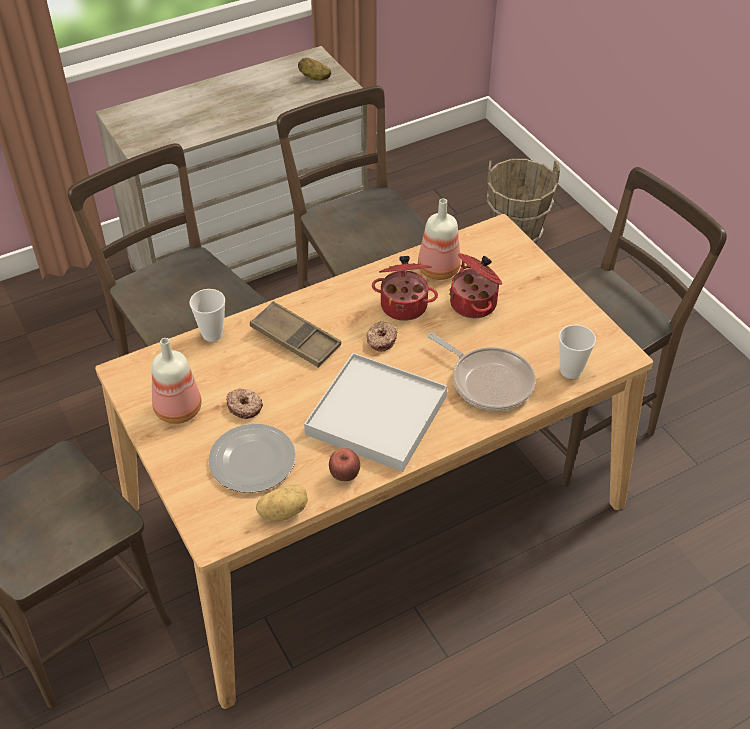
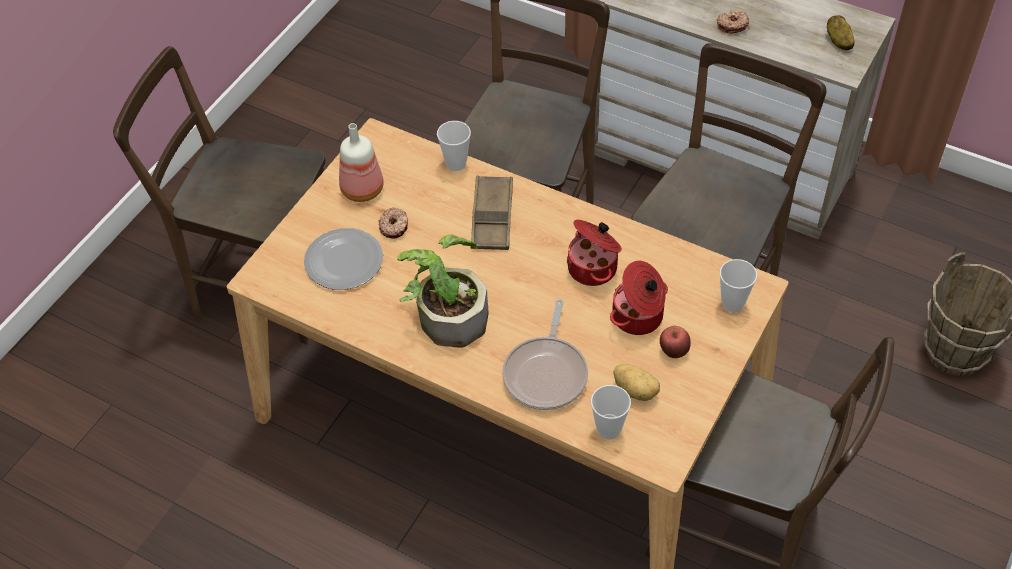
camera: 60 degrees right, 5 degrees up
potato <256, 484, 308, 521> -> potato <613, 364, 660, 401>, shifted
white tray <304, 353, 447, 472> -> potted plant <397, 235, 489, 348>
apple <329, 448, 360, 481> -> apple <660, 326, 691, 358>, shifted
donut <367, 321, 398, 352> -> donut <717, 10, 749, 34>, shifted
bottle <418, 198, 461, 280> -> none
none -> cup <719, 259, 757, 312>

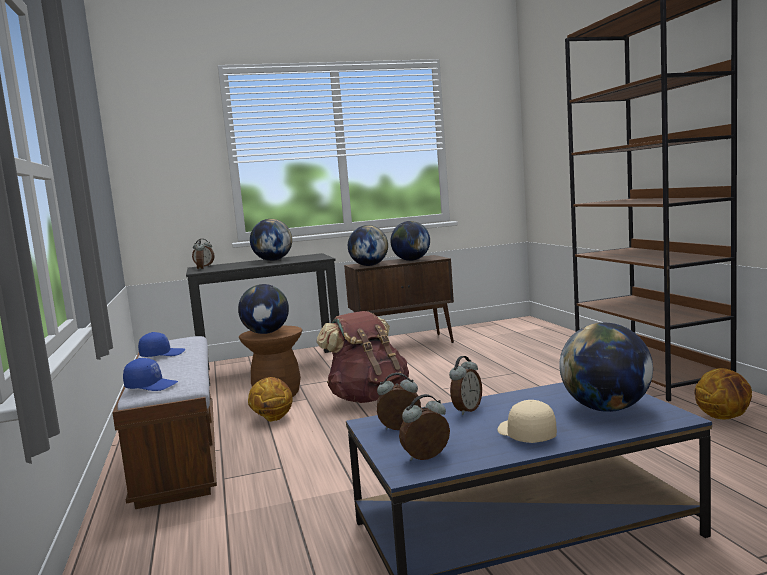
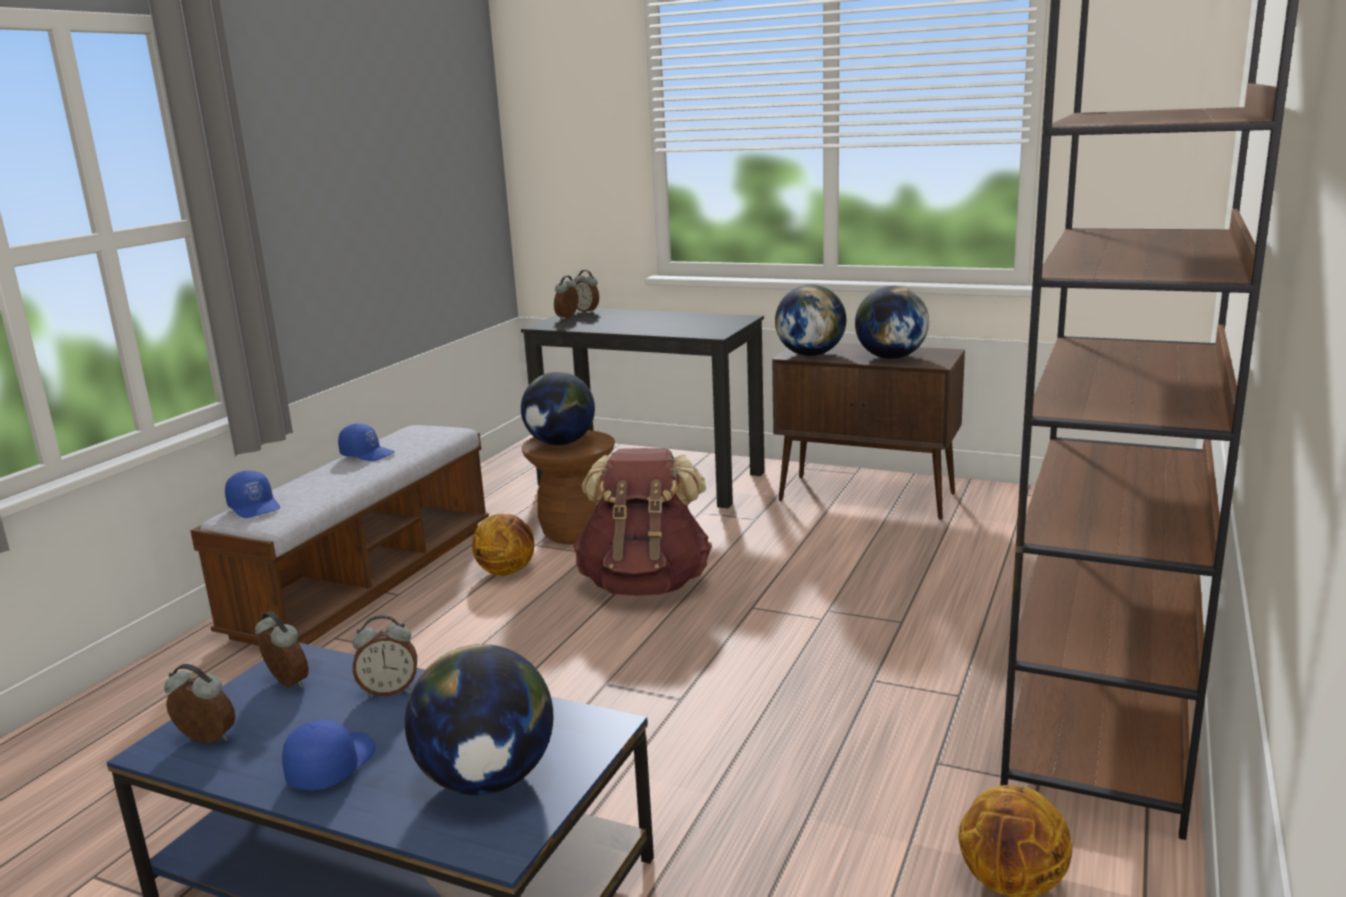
camera: 40 degrees right, 10 degrees up
globe <250, 219, 292, 261> -> none
beige cap <497, 400, 557, 443> -> blue cap <282, 720, 375, 790>

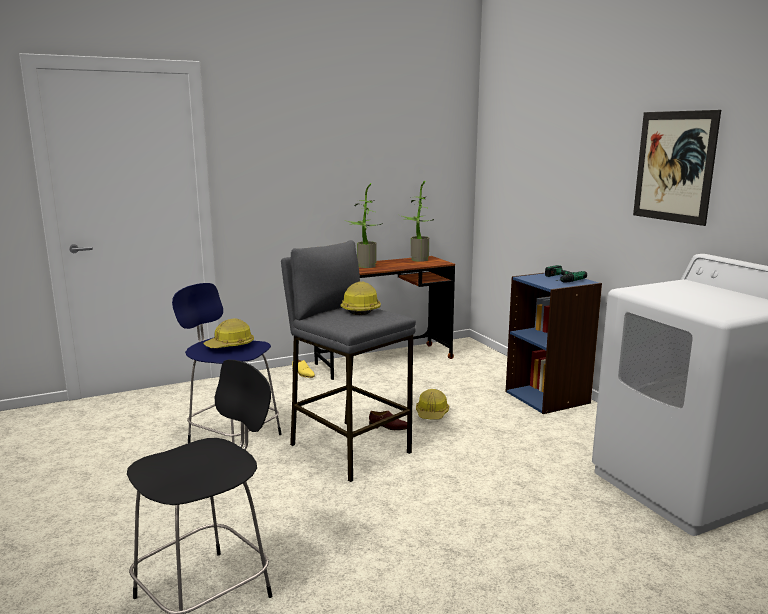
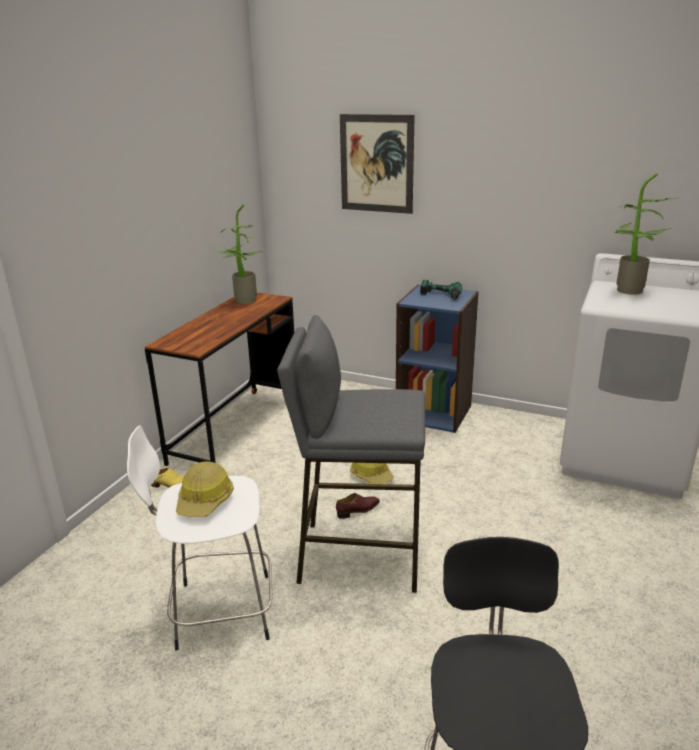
camera: 40 degrees left, 10 degrees up
blue stool <172, 283, 282, 444> -> white stool <127, 426, 272, 650>
hard hat <341, 281, 381, 315> -> none
potted plant <347, 183, 383, 268> -> potted plant <614, 173, 680, 295>, shifted
picture <633, 110, 721, 226> -> picture <340, 114, 415, 214>, shifted

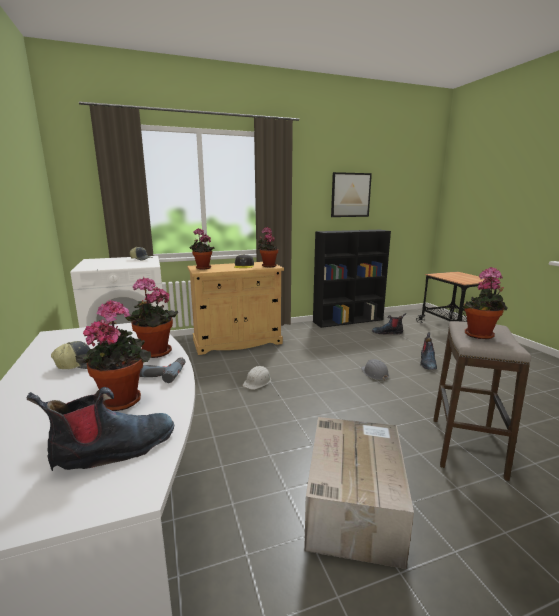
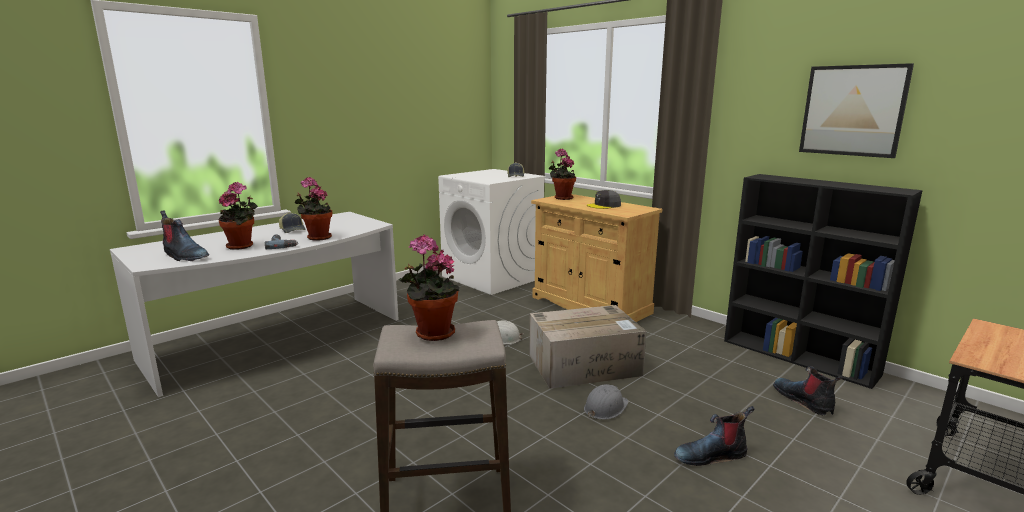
camera: 65 degrees right, 0 degrees up
potted plant <258, 227, 278, 267> -> none
cardboard box <304, 417, 414, 569> -> cardboard box <529, 305, 646, 389>, shifted

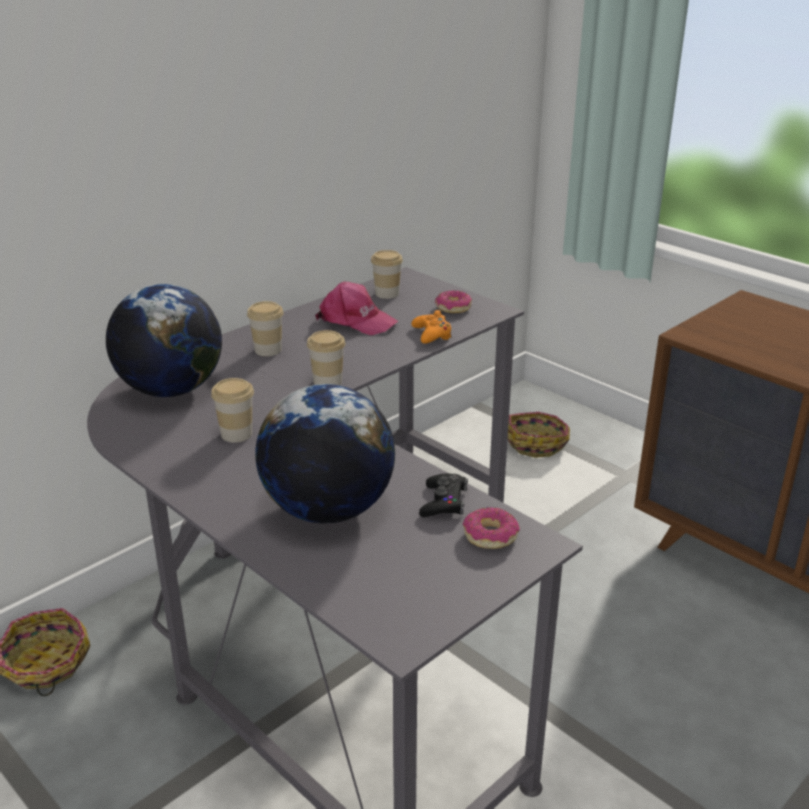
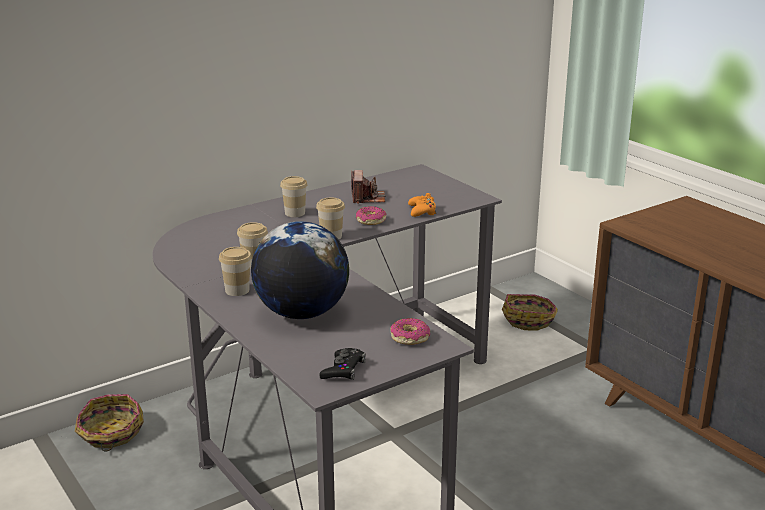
camera: 10 degrees right, 5 degrees down
globe <106, 284, 222, 397> -> none
pink cap <315, 282, 398, 335> -> photo camera <351, 170, 386, 204>
cup <371, 250, 403, 299> -> cup <219, 247, 251, 296>, shifted
black game controller <419, 473, 468, 517> -> black game controller <319, 348, 366, 380>, shifted
donut <435, 290, 472, 313> -> donut <356, 206, 386, 225>, shifted

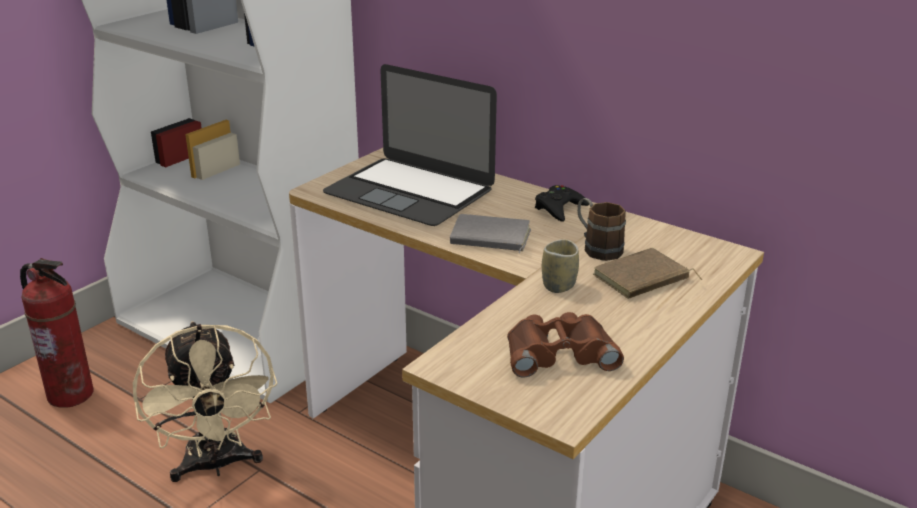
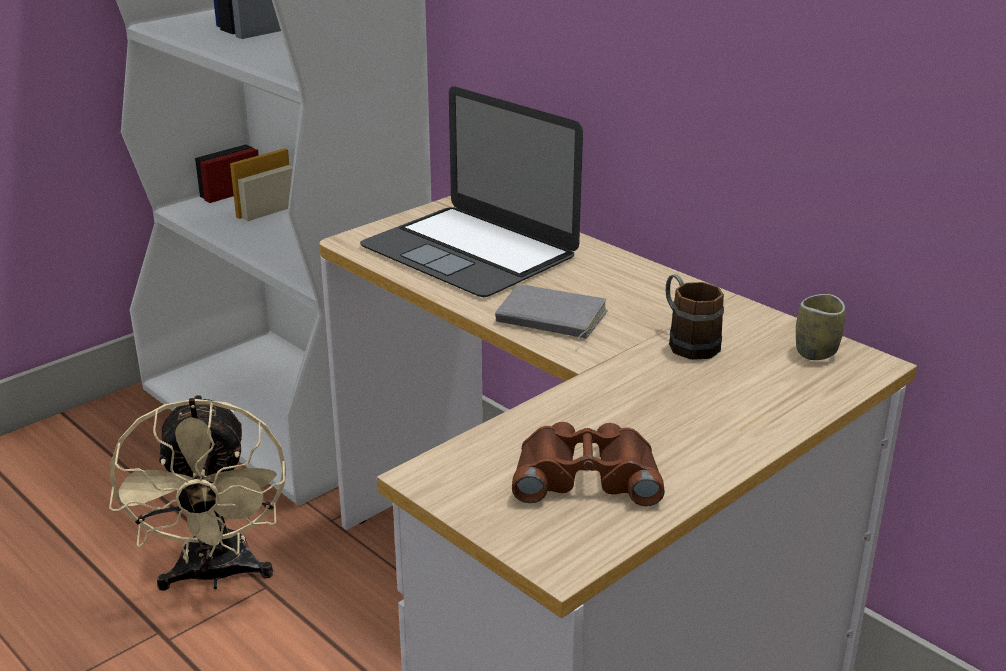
camera: 10 degrees right, 0 degrees up
fire extinguisher <20, 258, 93, 408> -> none
black game controller <535, 185, 589, 222> -> none
cup <542, 239, 579, 293> -> cup <796, 294, 845, 360>, shifted
brown book <593, 248, 702, 299> -> none

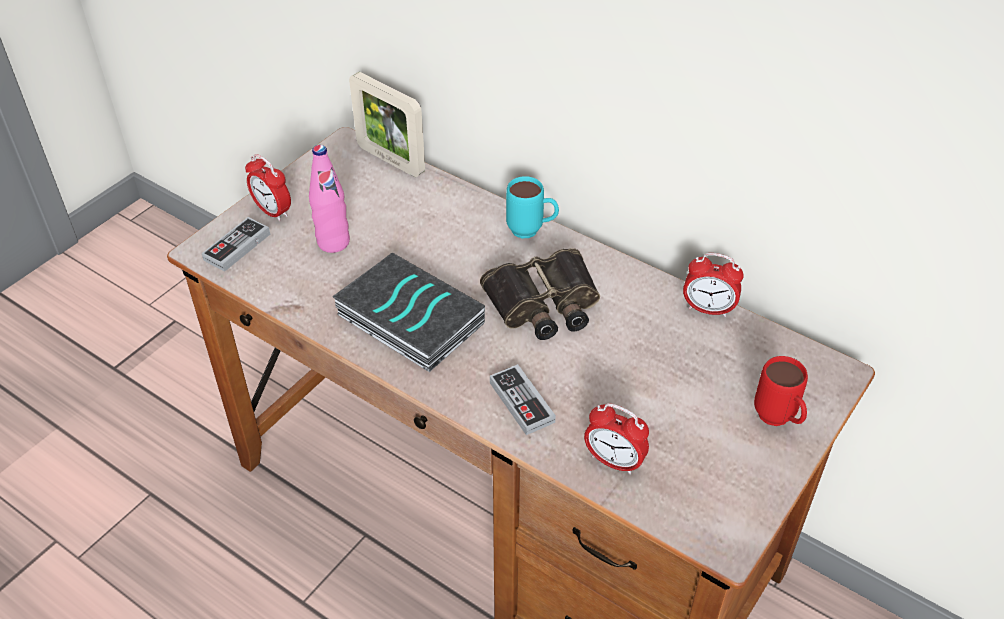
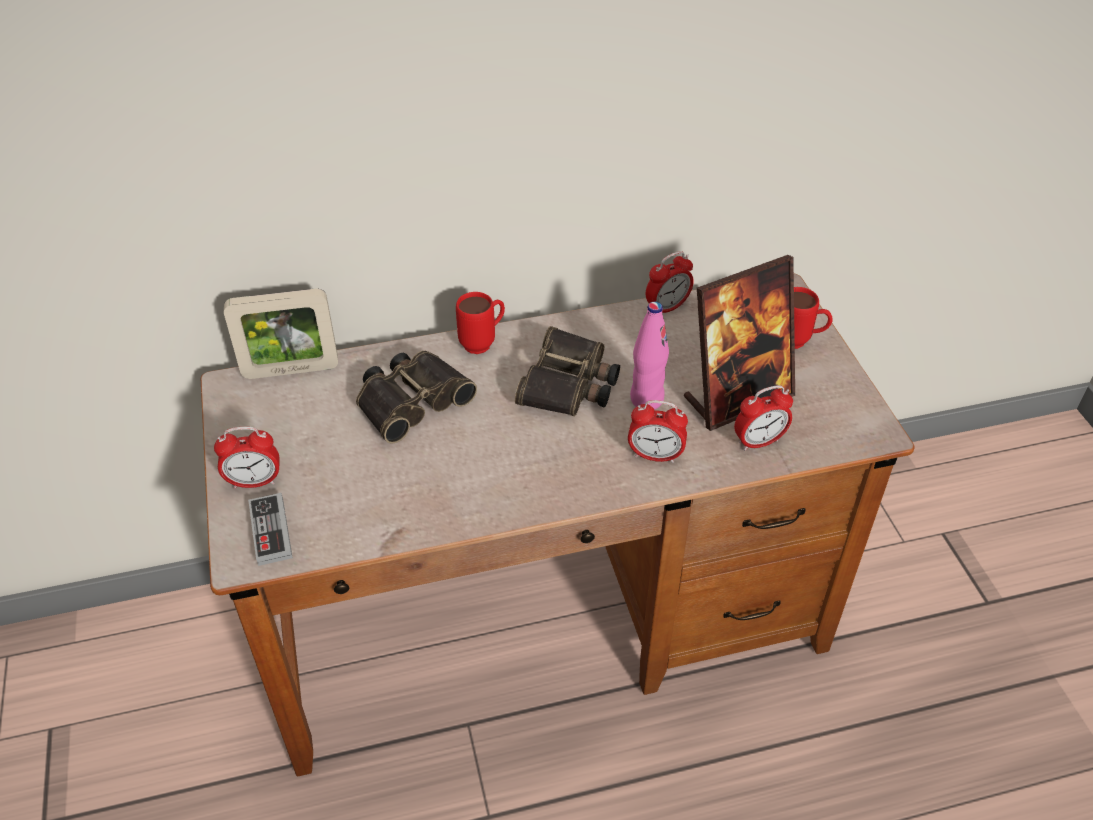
camera: 50 degrees left, 0 degrees up
pink bottle <309, 145, 350, 253> -> pink bottle <630, 302, 669, 410>, shifted
book <332, 253, 485, 372> -> none
game controller <490, 364, 556, 435> -> alarm clock <628, 400, 688, 463>
turquoise mug <506, 176, 559, 238> -> red mug <456, 292, 505, 354>
none -> binoculars <356, 351, 477, 444>
none -> picture frame <684, 255, 795, 431>

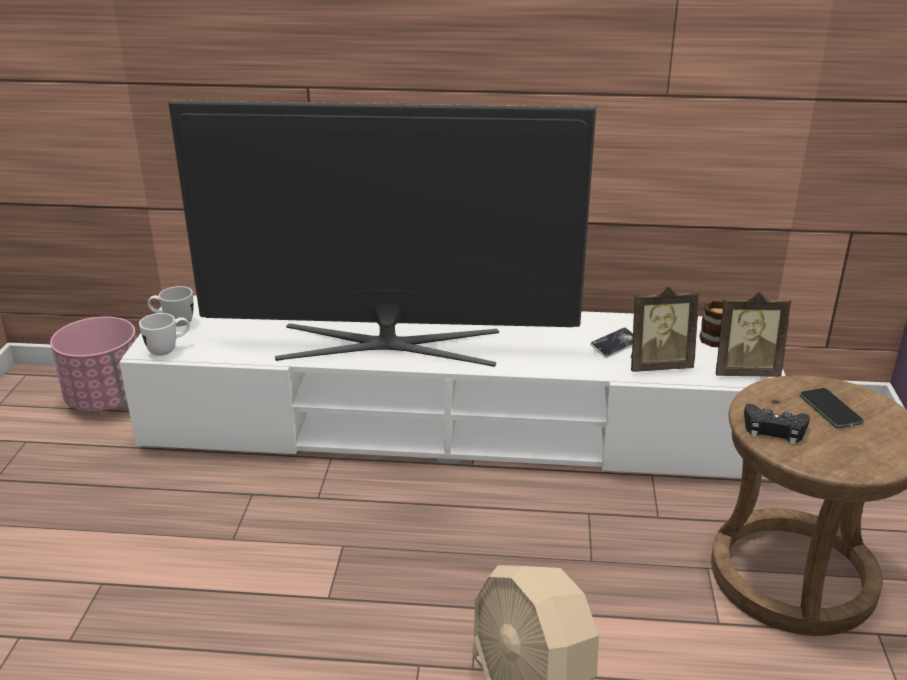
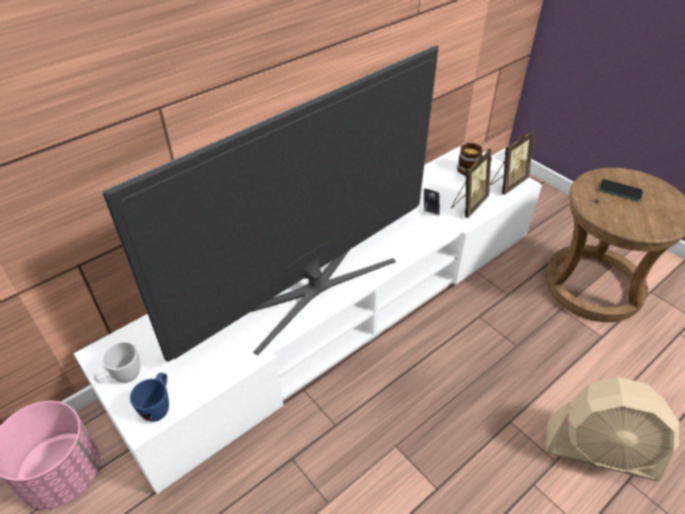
camera: 45 degrees left, 15 degrees up
white mug <139, 313, 190, 356> -> blue mug <130, 373, 169, 422>
black game controller <744, 404, 810, 445> -> none

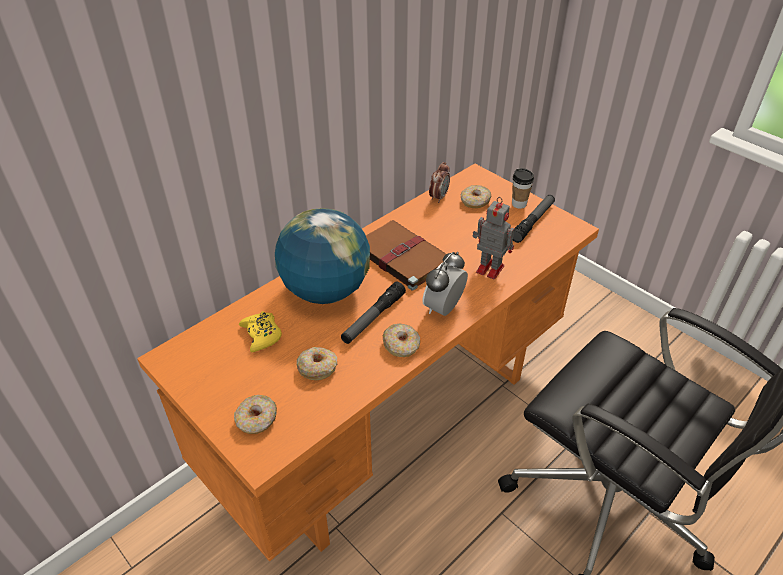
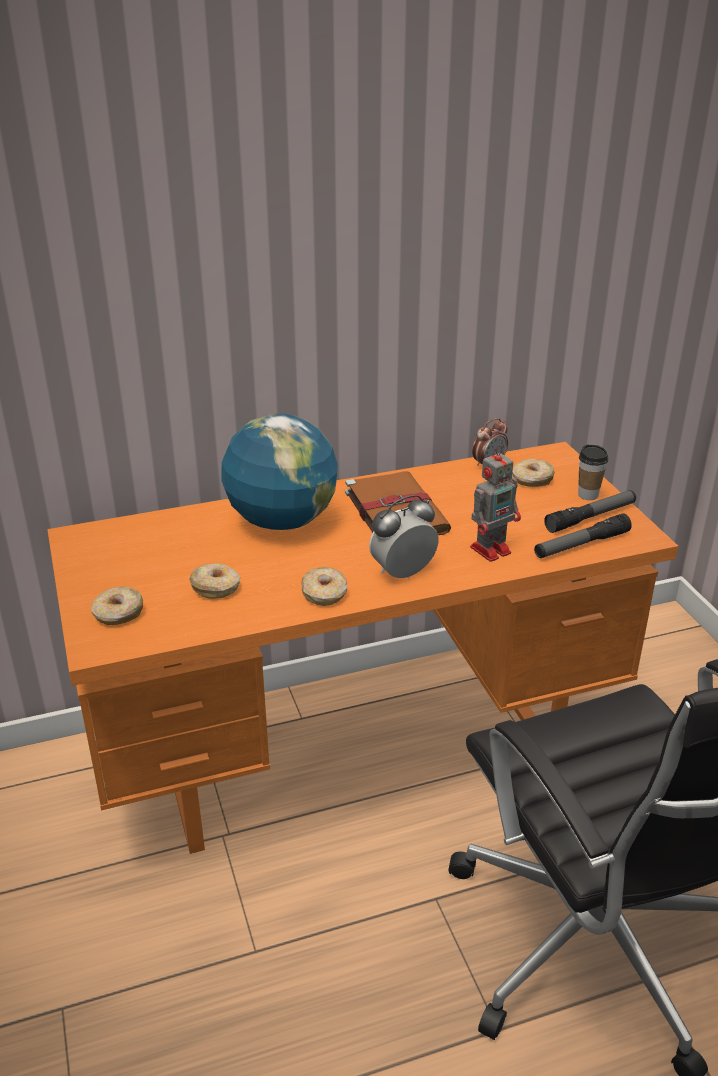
camera: 25 degrees right, 10 degrees down
yellow game controller <239, 311, 282, 352> -> none
flashlight <341, 282, 406, 344> -> flashlight <534, 514, 632, 558>, shifted
toy robot <472, 197, 514, 279> -> toy robot <470, 445, 521, 562>, 90 degrees clockwise

